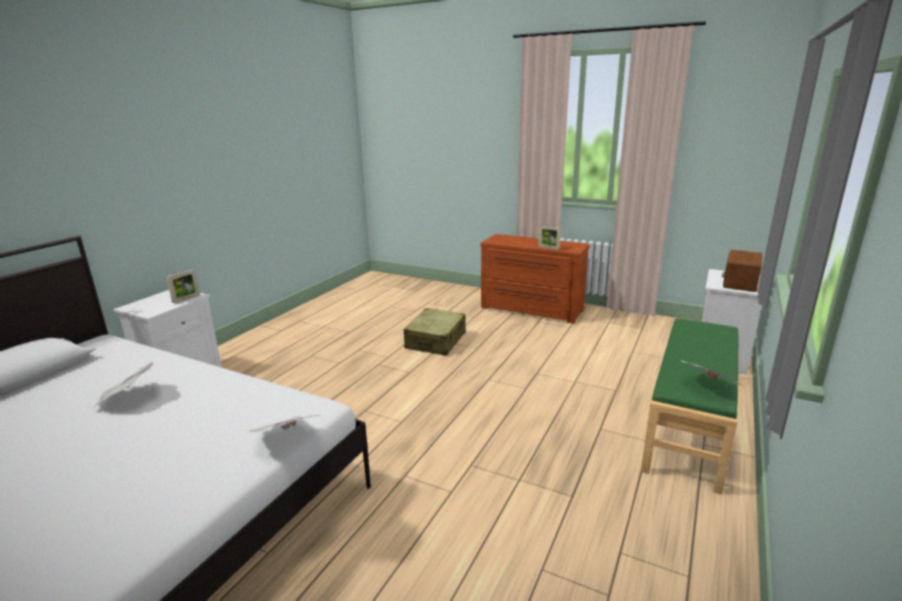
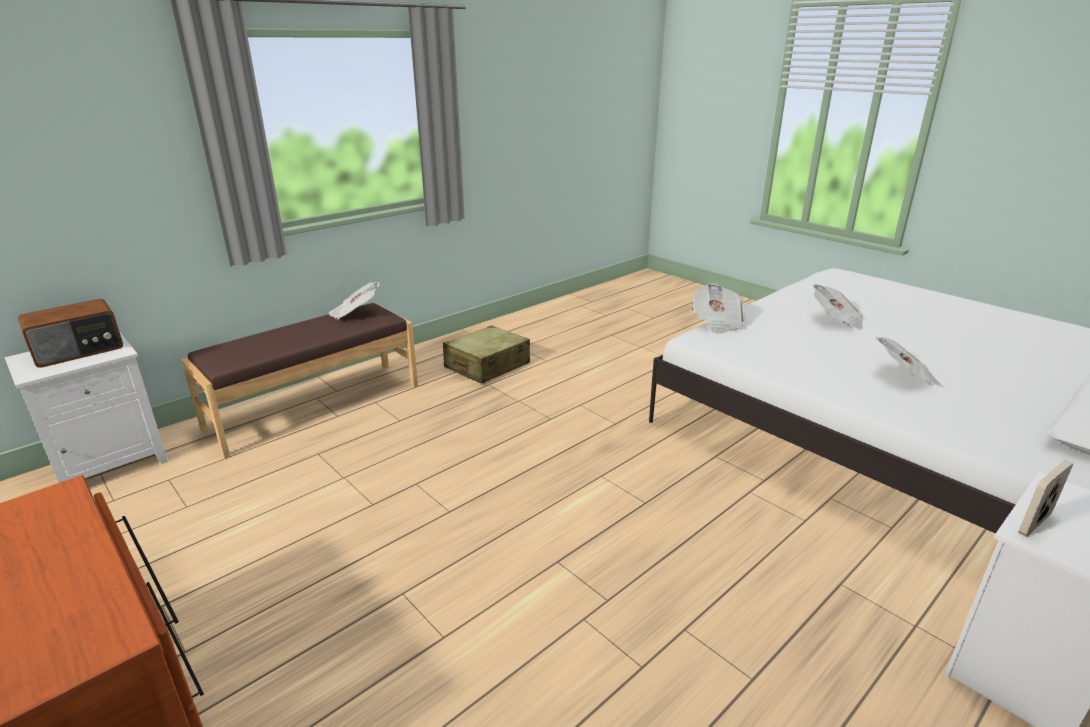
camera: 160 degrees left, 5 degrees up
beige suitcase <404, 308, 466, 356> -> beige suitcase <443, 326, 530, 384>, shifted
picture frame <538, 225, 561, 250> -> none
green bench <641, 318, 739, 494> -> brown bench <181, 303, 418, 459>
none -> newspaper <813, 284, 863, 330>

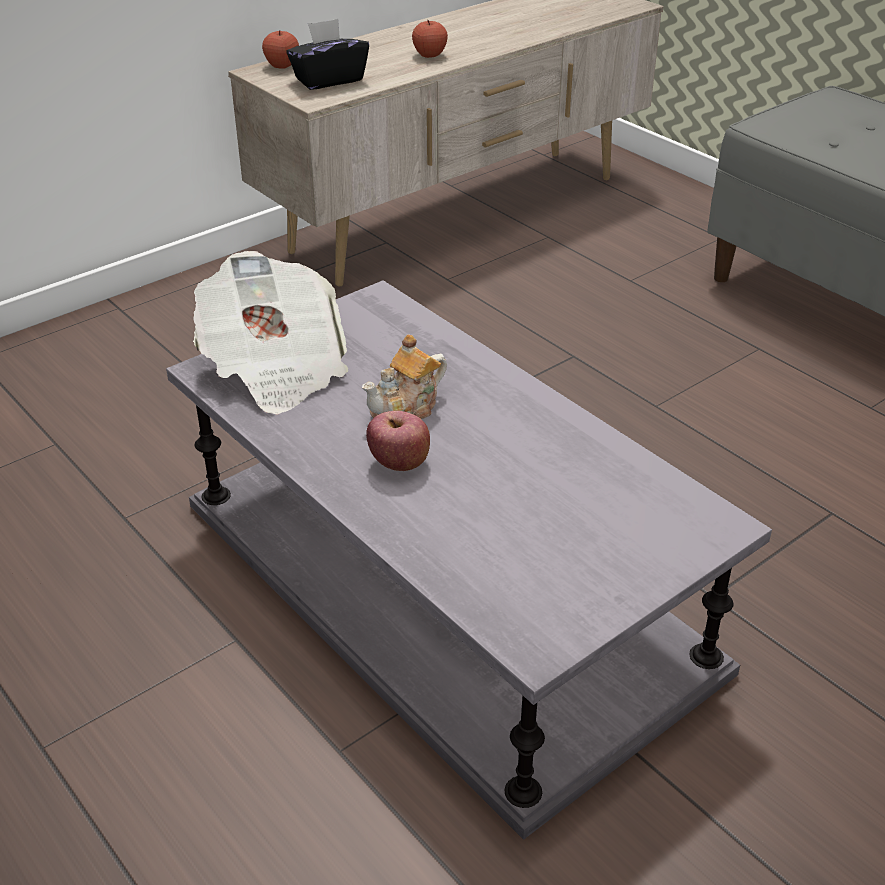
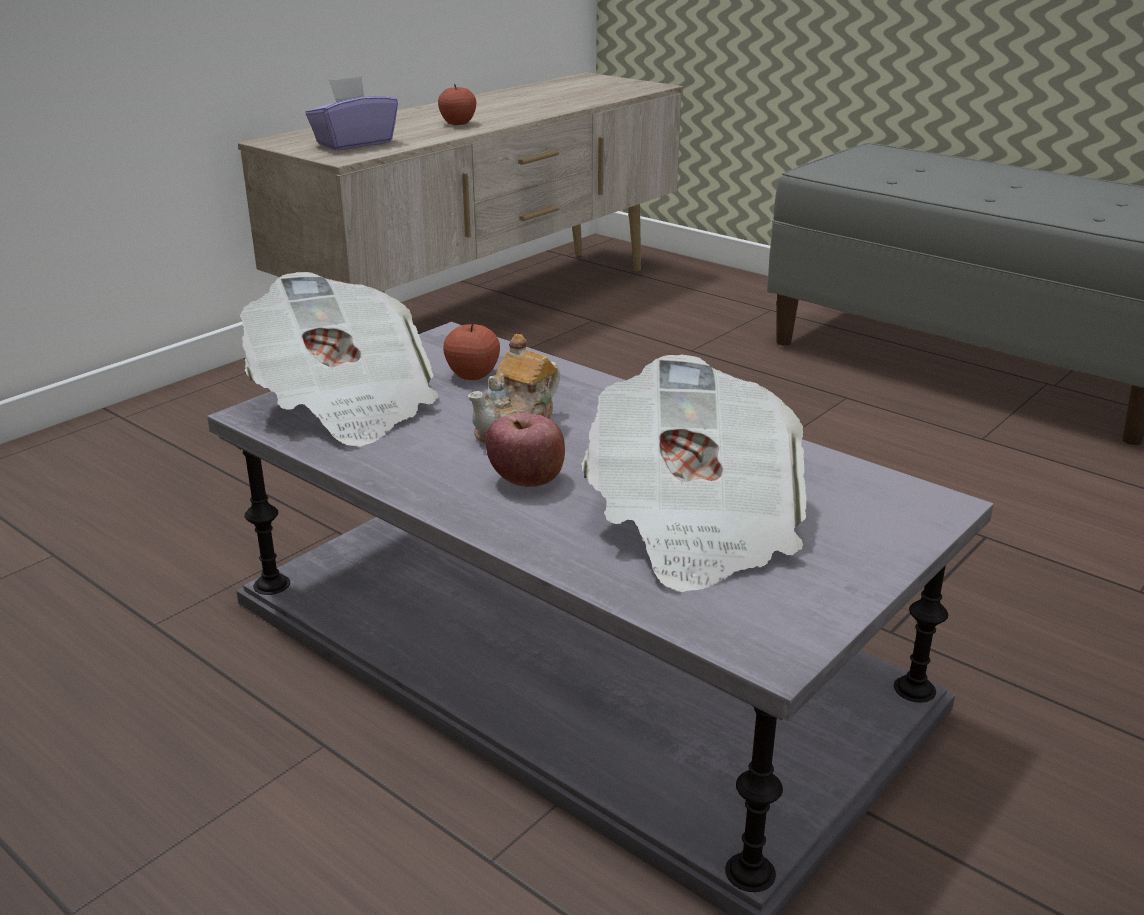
camera: 10 degrees left, 10 degrees down
apple <262, 30, 299, 69> -> apple <443, 323, 500, 380>, shifted
black tissue box <287, 19, 369, 90> -> purple tissue box <306, 76, 398, 150>
none -> newspaper <581, 355, 807, 592>

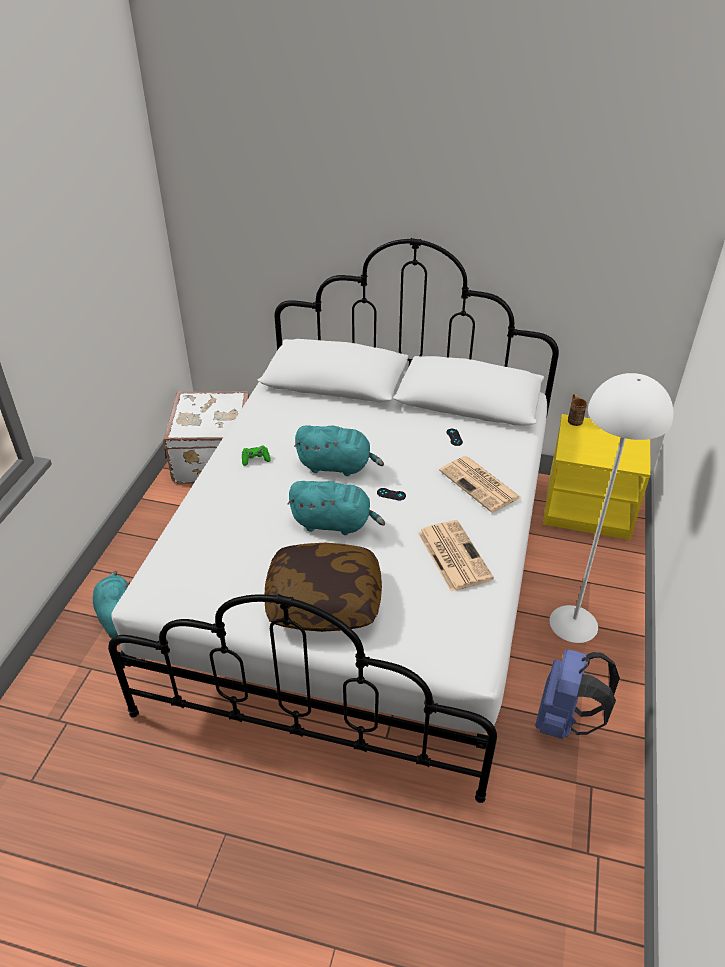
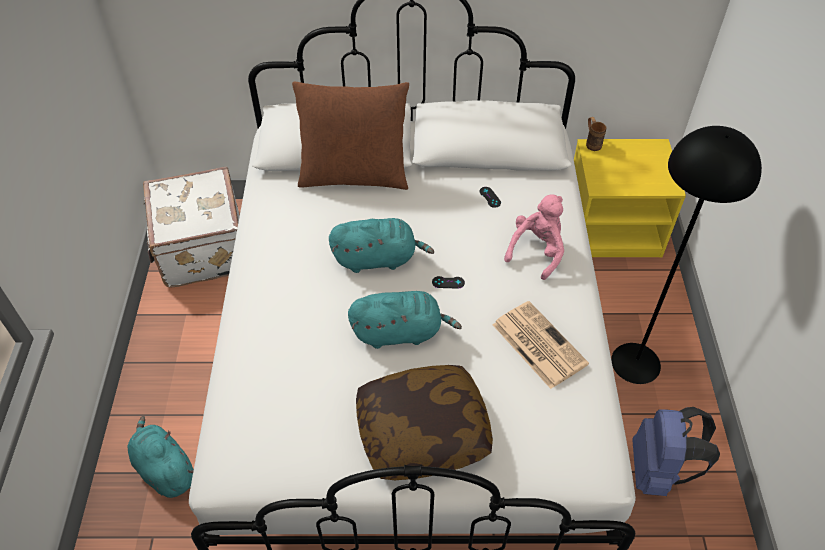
camera: 15 degrees left, 10 degrees up
green game controller <242, 445, 271, 466> -> none
newspaper <439, 456, 521, 513> -> pink plush toy <504, 194, 564, 280>
white floor lamp <549, 373, 673, 643> -> black floor lamp <611, 126, 762, 384>
none -> brown pillow <292, 82, 409, 190>

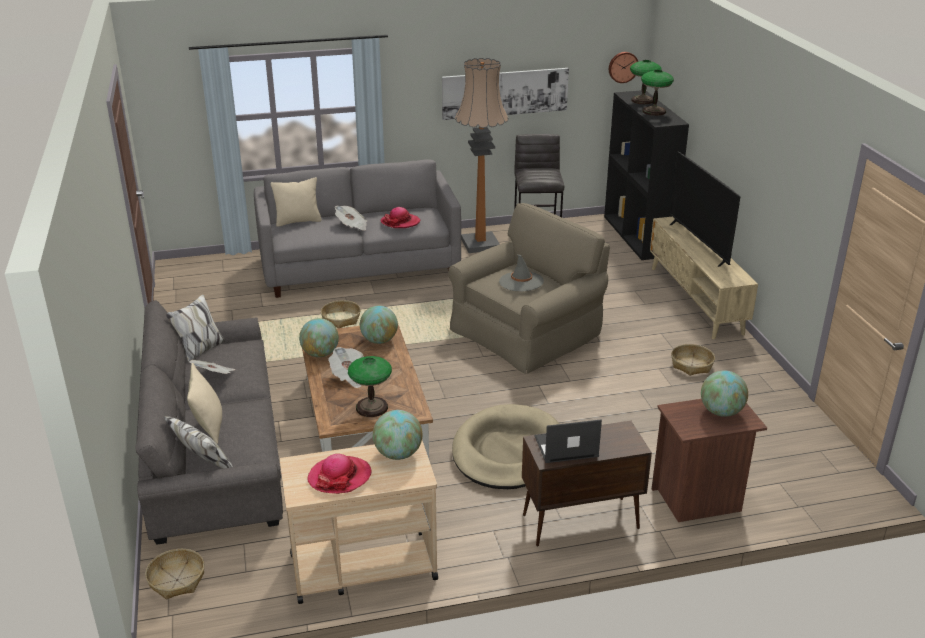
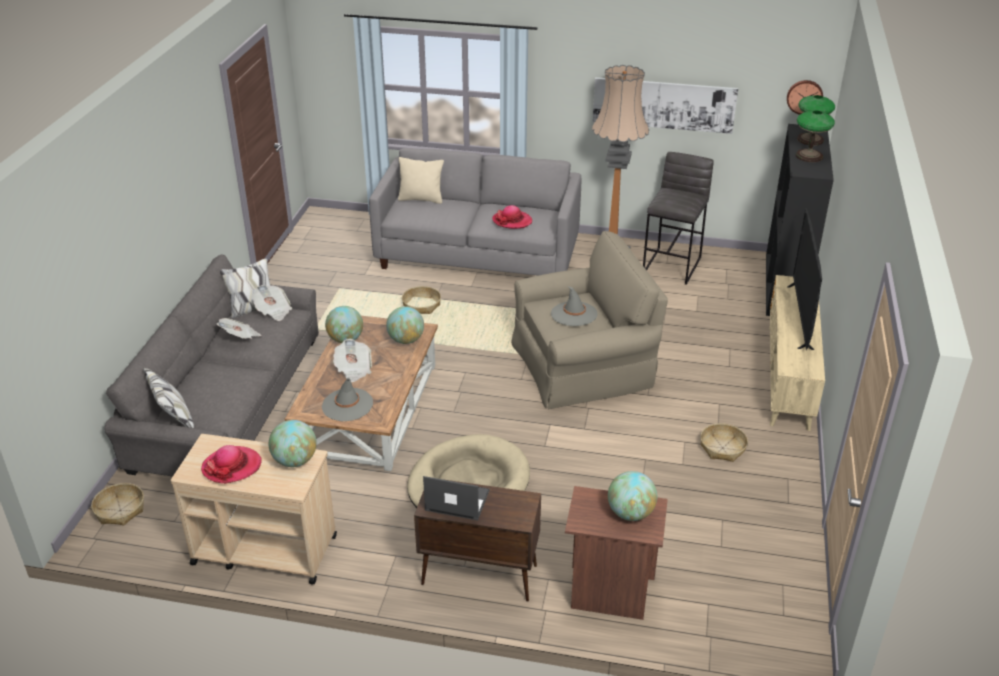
camera: 25 degrees right, 5 degrees up
beige pillow <187, 363, 222, 444> -> none
newspaper <335, 206, 367, 231> -> newspaper <252, 285, 292, 321>, shifted
table lamp <348, 356, 392, 417> -> grey hat <322, 378, 373, 421>

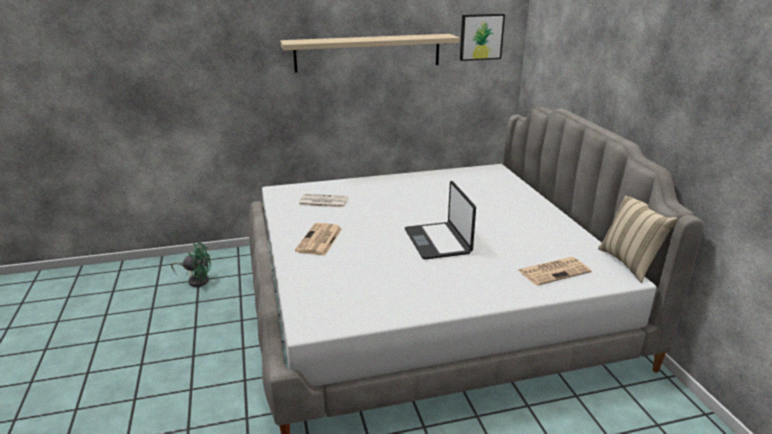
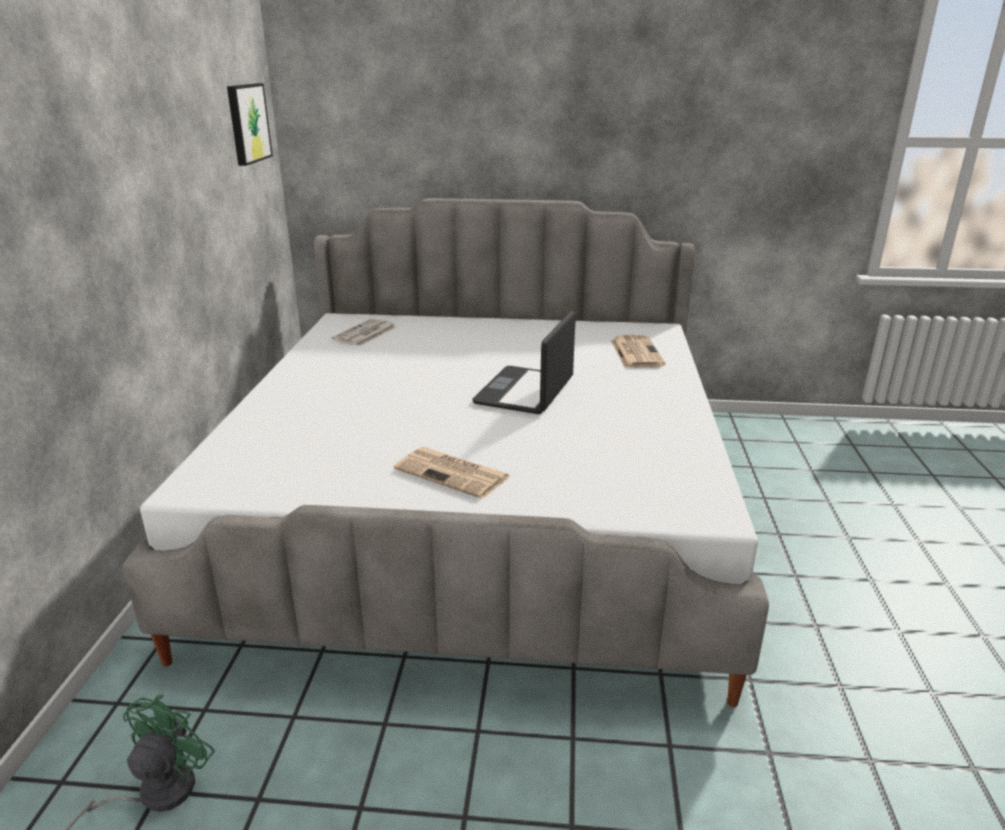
camera: 70 degrees left, 0 degrees up
beige shelf <280, 34, 460, 73> -> none
newspaper <299, 194, 348, 208> -> newspaper <332, 318, 396, 346>, shifted
laptop <405, 181, 476, 259> -> laptop <472, 311, 576, 414>, 105 degrees clockwise
beige pillow <598, 196, 678, 283> -> none

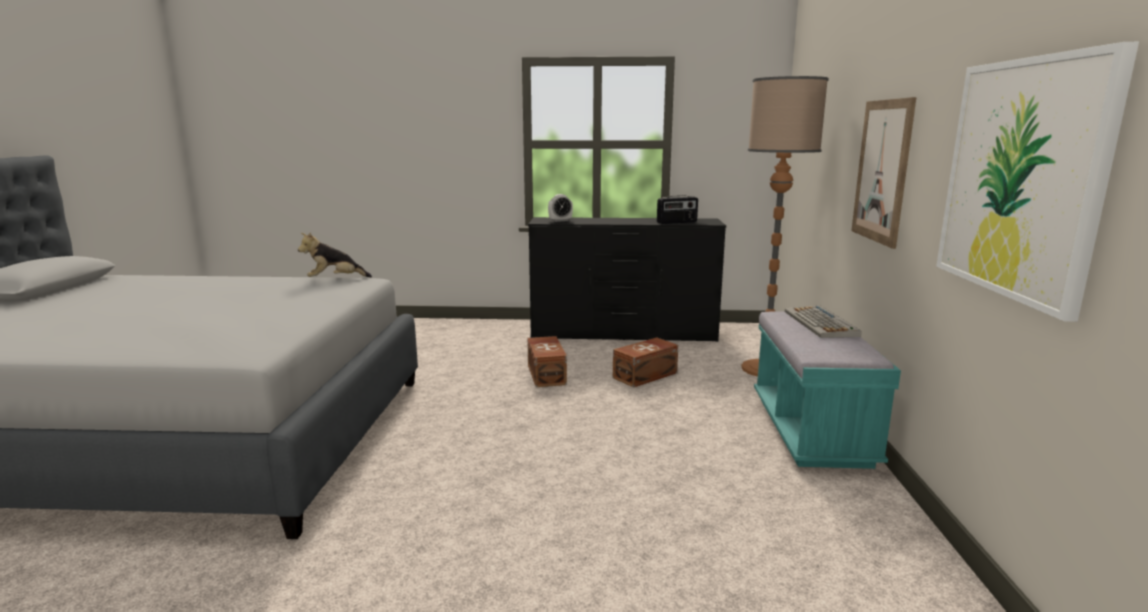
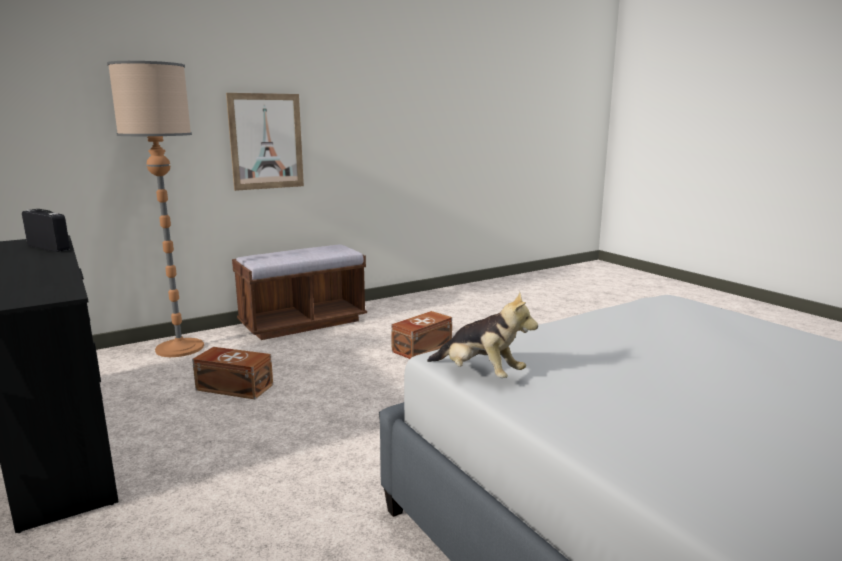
camera: 125 degrees left, 0 degrees up
brown storage box <527, 336, 567, 387> -> brown storage box <391, 311, 452, 359>, shifted
alarm clock <548, 194, 573, 222> -> none
turquoise bench <754, 312, 901, 469> -> brown bench <232, 244, 367, 340>
keyboard <785, 305, 861, 338> -> none
picture <936, 42, 1139, 322> -> none

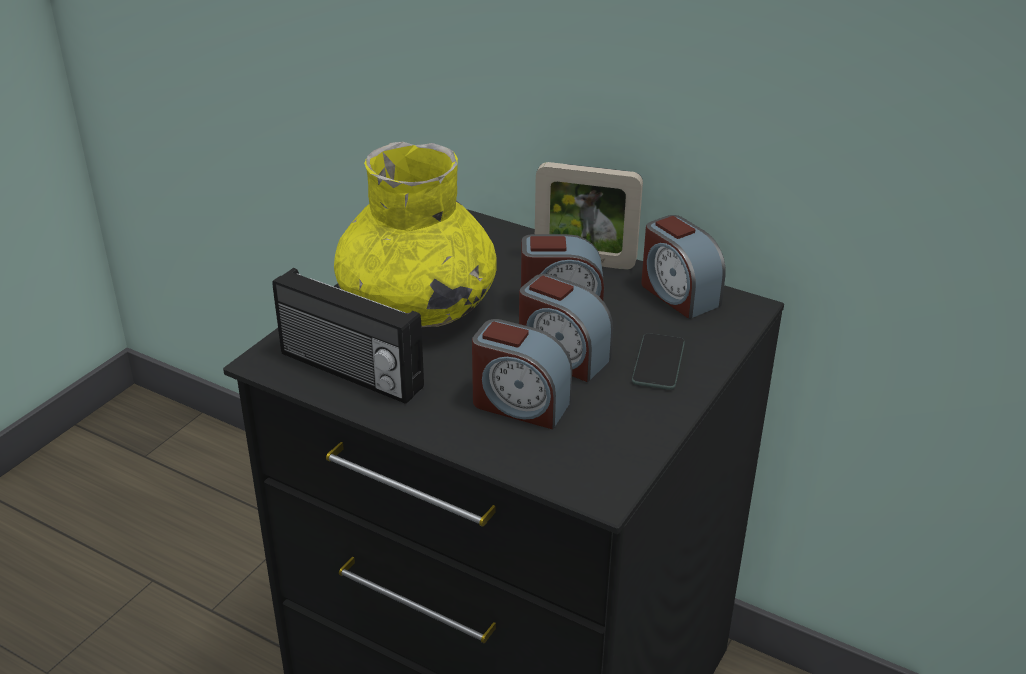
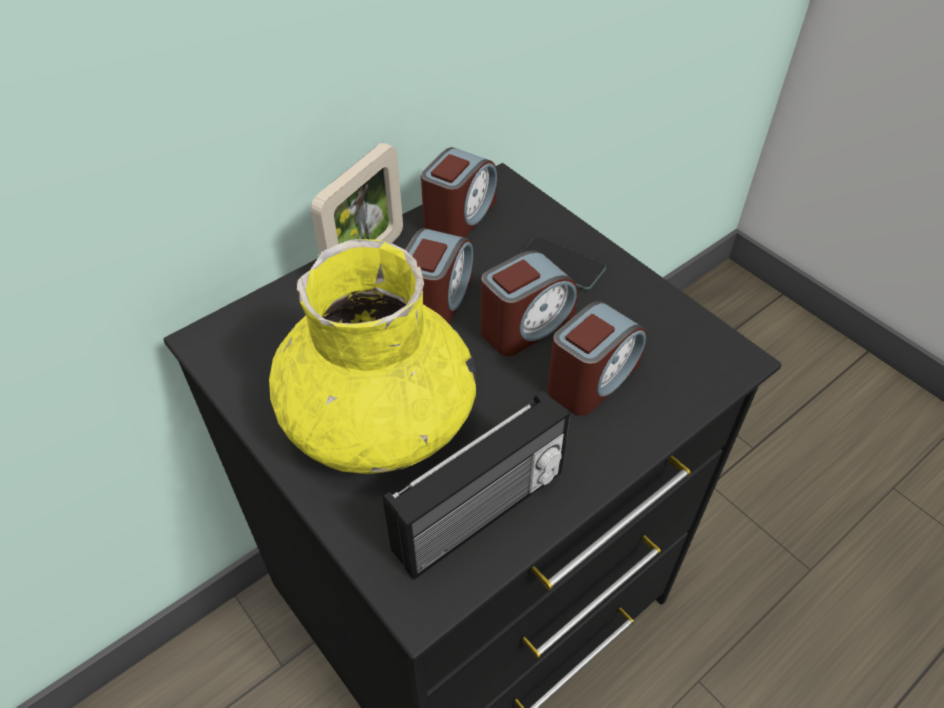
camera: 70 degrees left, 15 degrees up
alarm clock <641, 215, 726, 319> -> alarm clock <421, 147, 497, 238>, 45 degrees counterclockwise

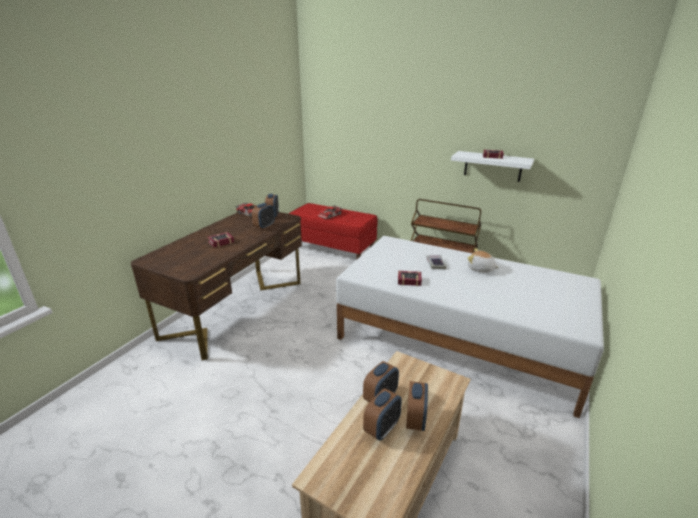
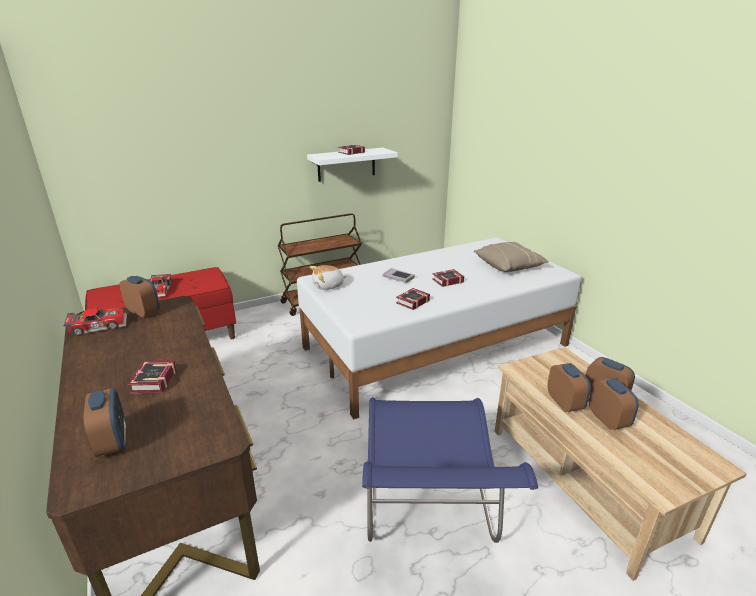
camera: 55 degrees left, 0 degrees up
alarm clock <252, 203, 275, 229> -> alarm clock <84, 388, 126, 457>, shifted
plush toy <467, 248, 499, 272> -> plush toy <310, 265, 347, 290>, shifted
none -> blue chair <362, 397, 538, 543>
none -> book <432, 269, 464, 287>
none -> beige pillow <474, 242, 549, 272>

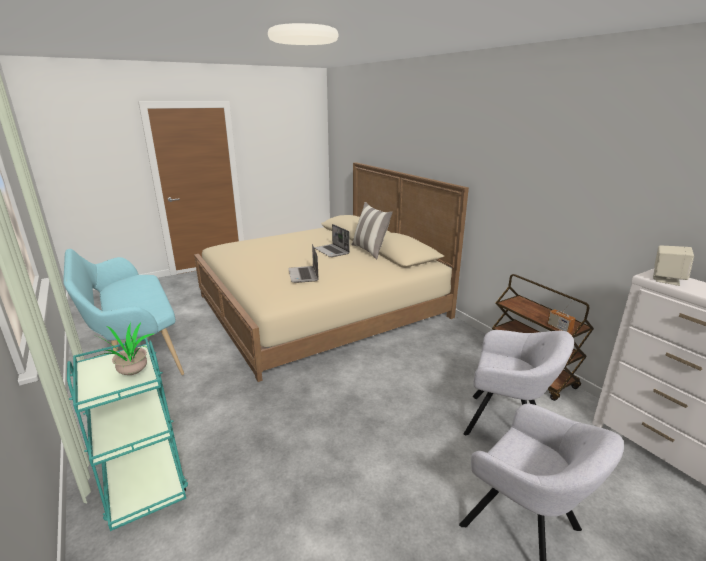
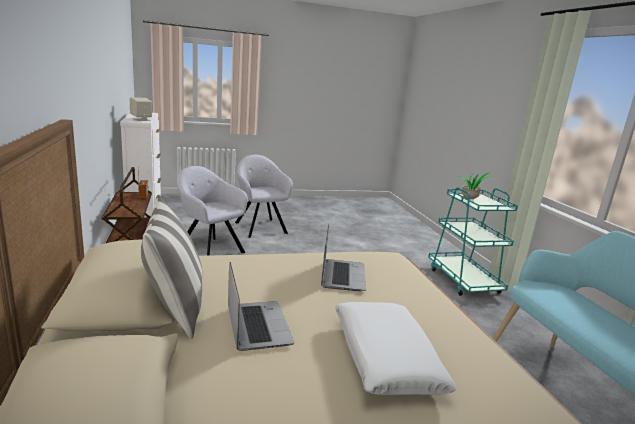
camera: 165 degrees left, 5 degrees down
none -> white pillow <335, 302, 457, 395>

